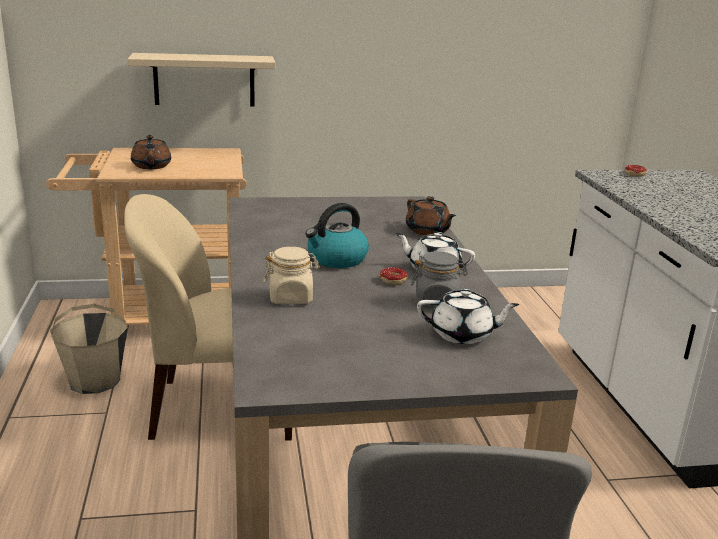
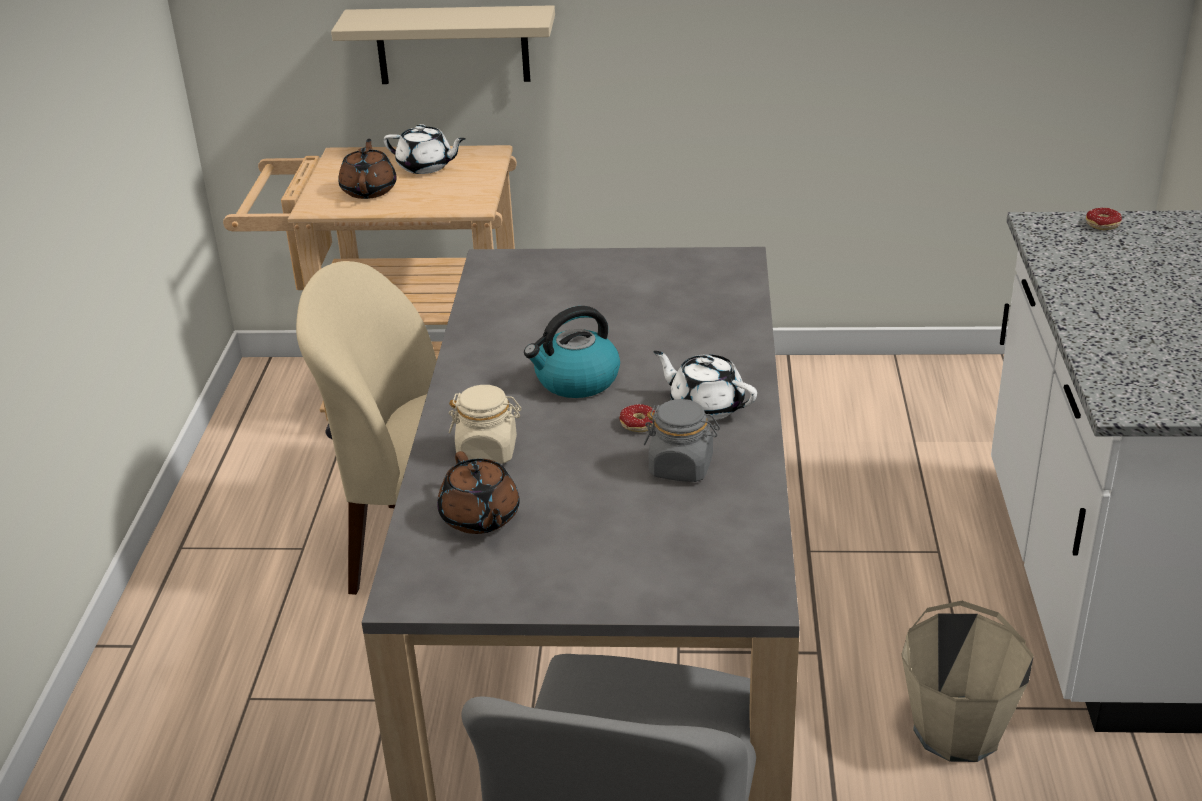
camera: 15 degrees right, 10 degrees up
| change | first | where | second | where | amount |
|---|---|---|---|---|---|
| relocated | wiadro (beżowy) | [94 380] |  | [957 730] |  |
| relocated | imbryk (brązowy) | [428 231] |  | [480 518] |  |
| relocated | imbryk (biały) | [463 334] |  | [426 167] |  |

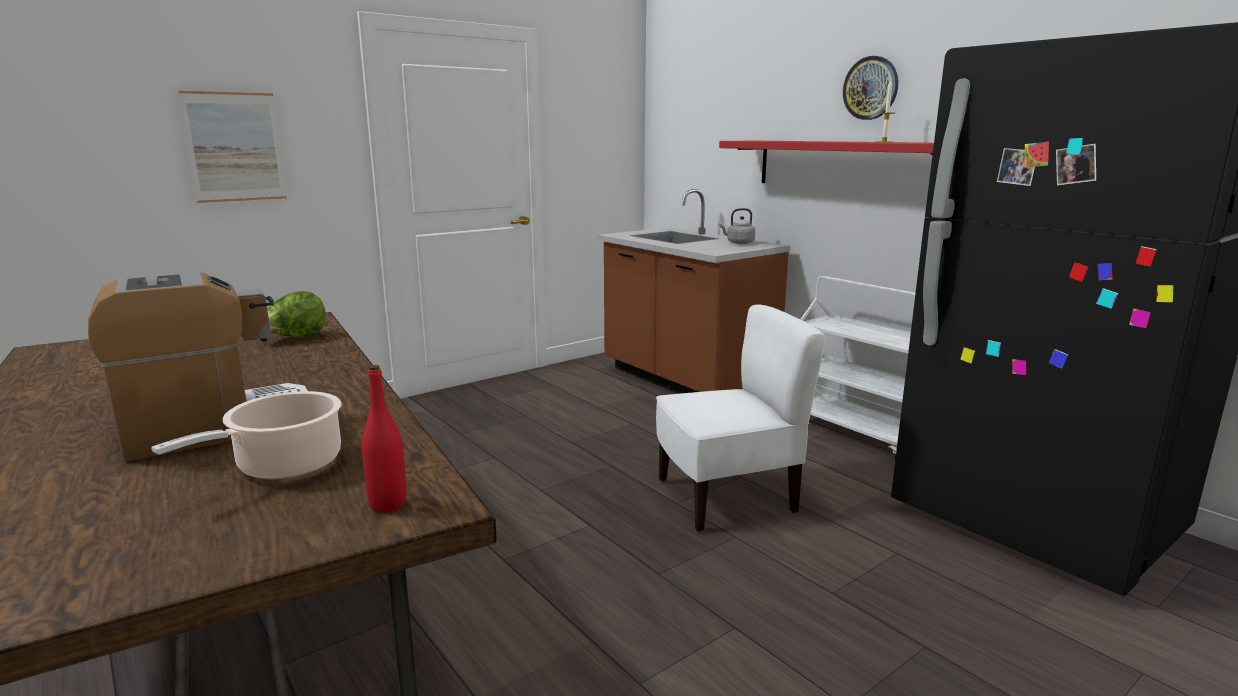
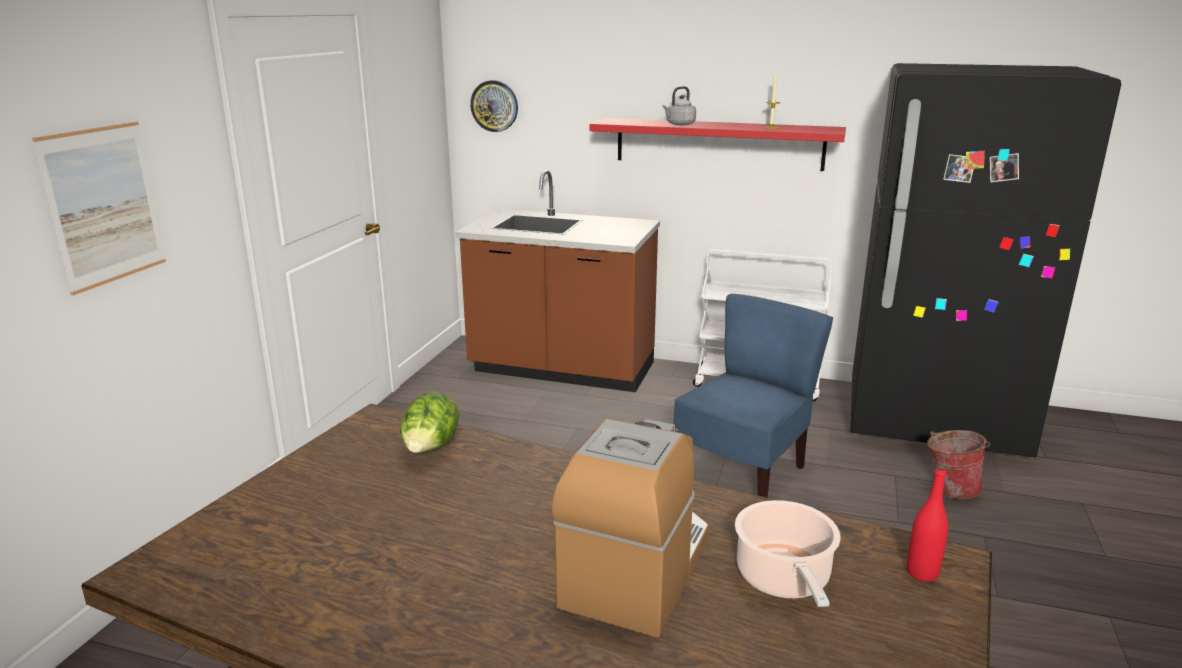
camera: 35 degrees left, 5 degrees up
| change | first | where | second | where | amount |
|---|---|---|---|---|---|
| colour | krzesło (biały) | [727 497] | krzesło (niebieski) | [742 473] |  |
| relocated | czajnik (szary) | [738 243] |  | [679 124] |  |
| relocated | zegar ścienny | [871 88] |  | [494 106] |  |
| appeared |  |  | wiadro | [949 490] |  |

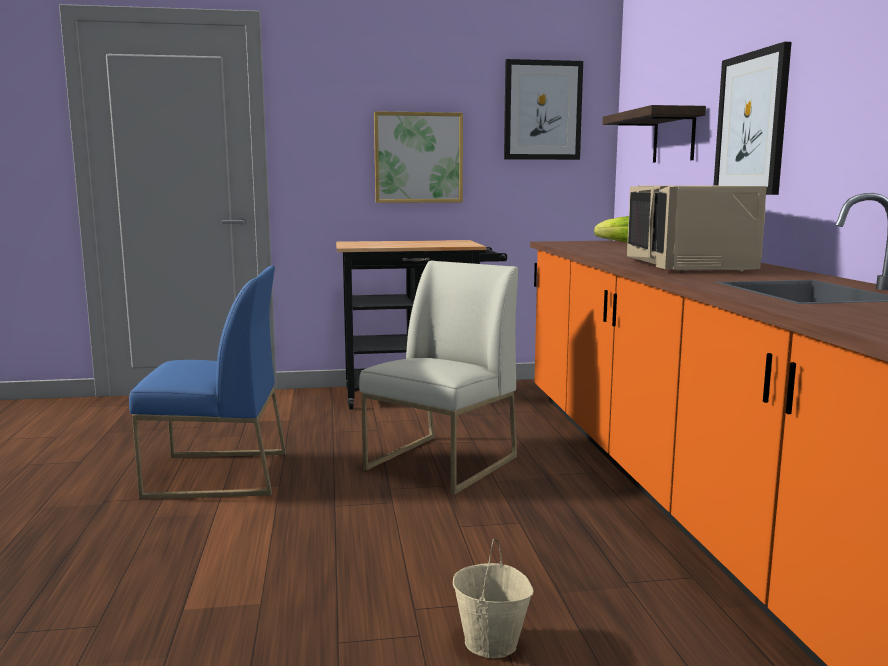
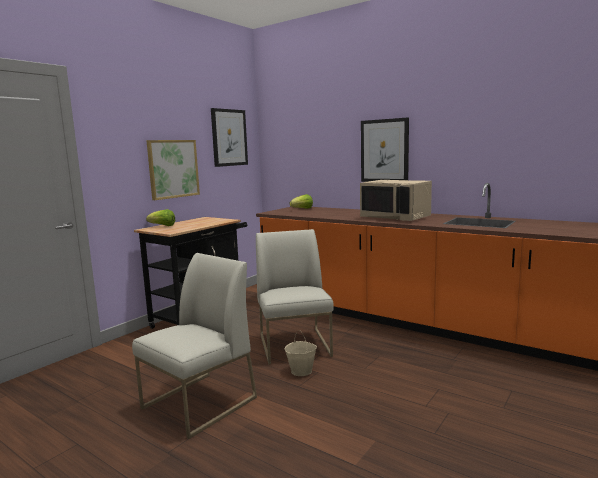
camera: 45 degrees left, 0 degrees up
| change | first | where | second | where | amount |
|---|---|---|---|---|---|
| colour | krzesło (niebieski) | [216 475] | krzesło (biały) | [199 403] |  |
| relocated | wiadro (beżowy) | [492 643] |  | [301 371] |  |
| missing | półka | [674 136] |  |  |  |
| appeared |  |  | sałata | [162 226] |  |

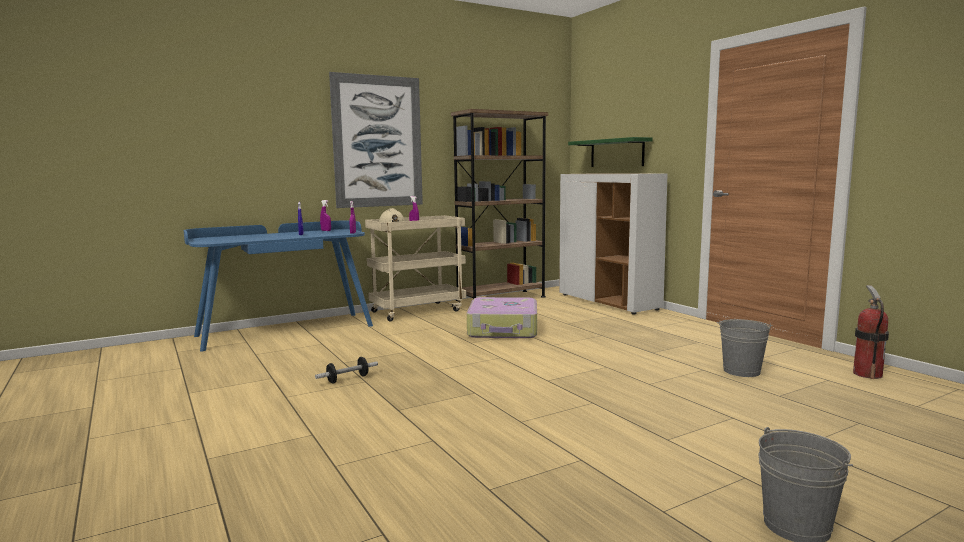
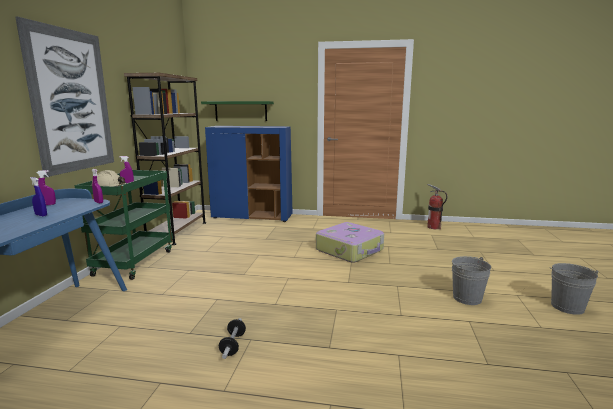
camera: 50 degrees left, 5 degrees up
| change | first | where | second | where | amount |
|---|---|---|---|---|---|
| colour | wózek (beżowy) | [418 311] | wózek (zielony) | [134 262] |  |
| relocated | walizka | [503 329] |  | [350 250] |  |
| colour | szafka (biały) | [608 302] | szafka (niebieski) | [252 217] |  |
| relocated | wiadro (szary) | [741 371] |  | [467 298] |  |

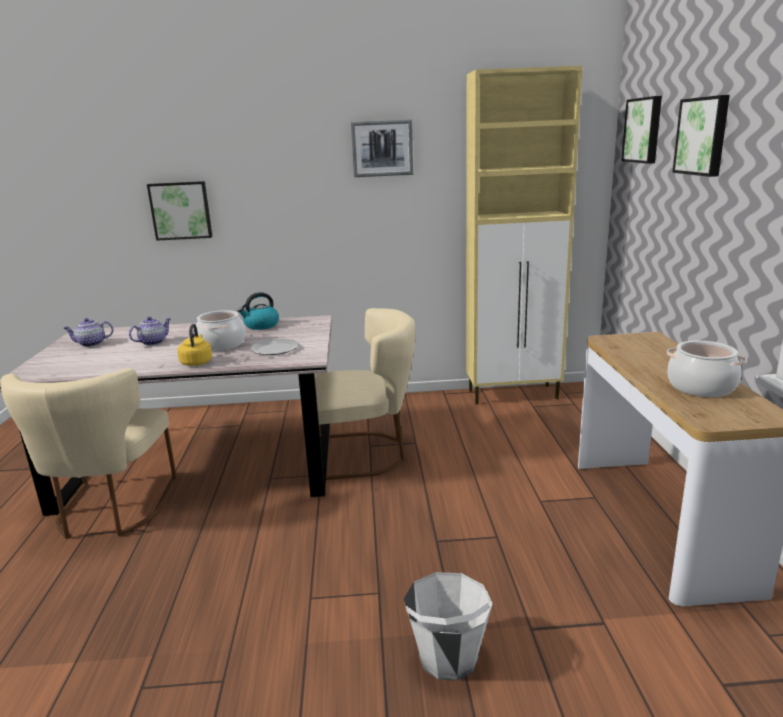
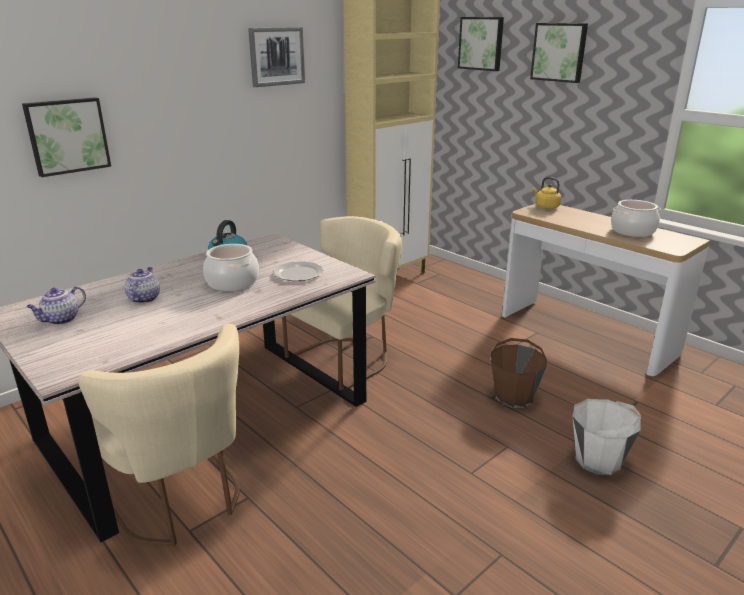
camera: 40 degrees left, 5 degrees up
| change | first | where | second | where | amount |
|---|---|---|---|---|---|
| relocated | czajnik (żółty) | [197 362] |  | [545 207] |  |
| appeared |  |  | wiadro (brązowy) | [514 396] |  |

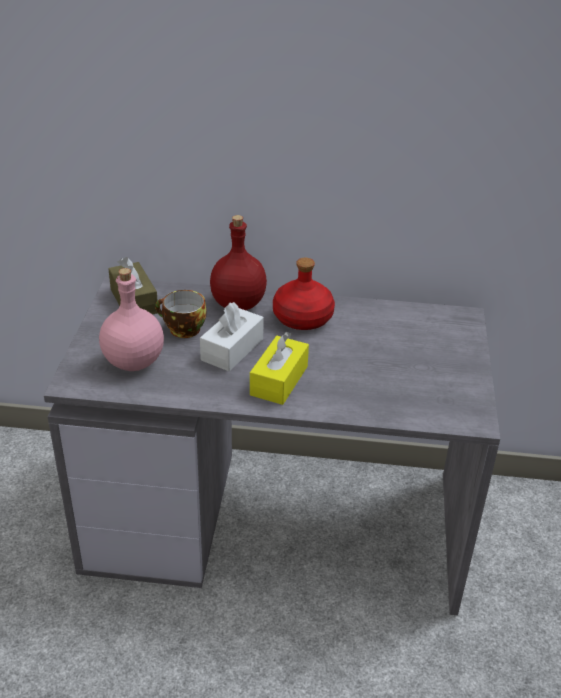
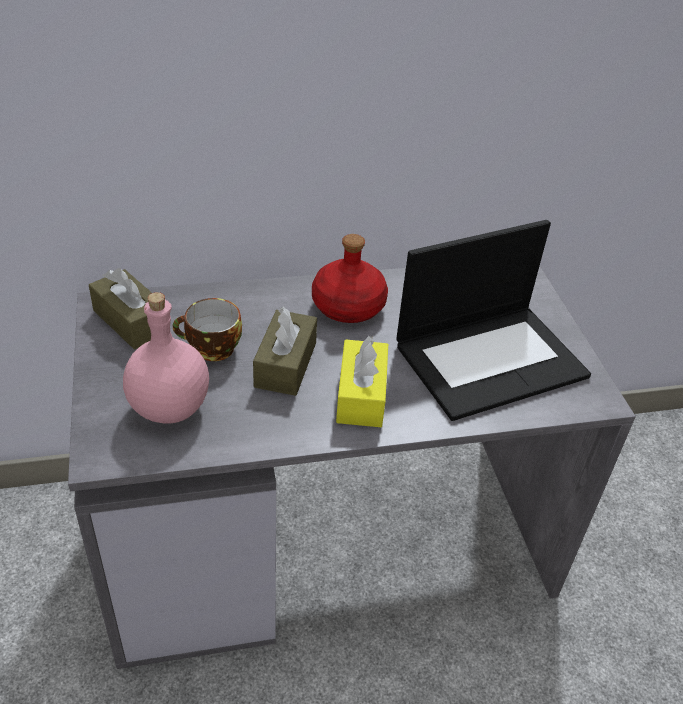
camera: 20 degrees left, 5 degrees up
| change | first | where | second | where | amount |
|---|---|---|---|---|---|
| colour | pudełko chusteczek (biały) | [232 349] | pudełko chusteczek (brązowy) | [285 364] |  |
| missing | butelka (czerwony) | [237 303] |  |  |  |
| appeared |  |  | laptop | [491 359] |  |

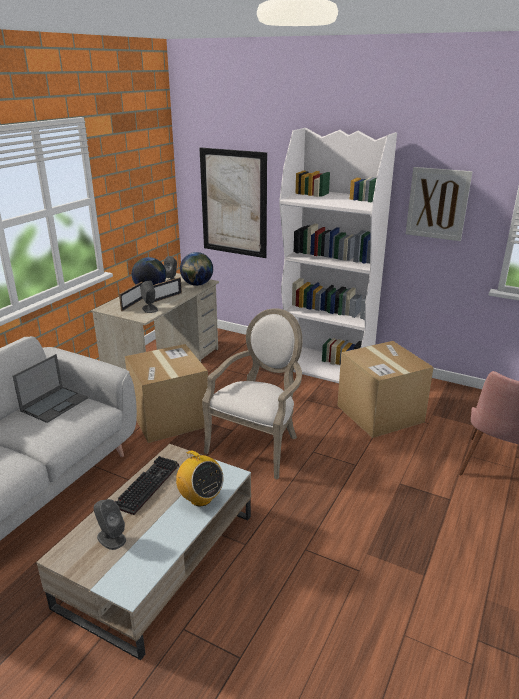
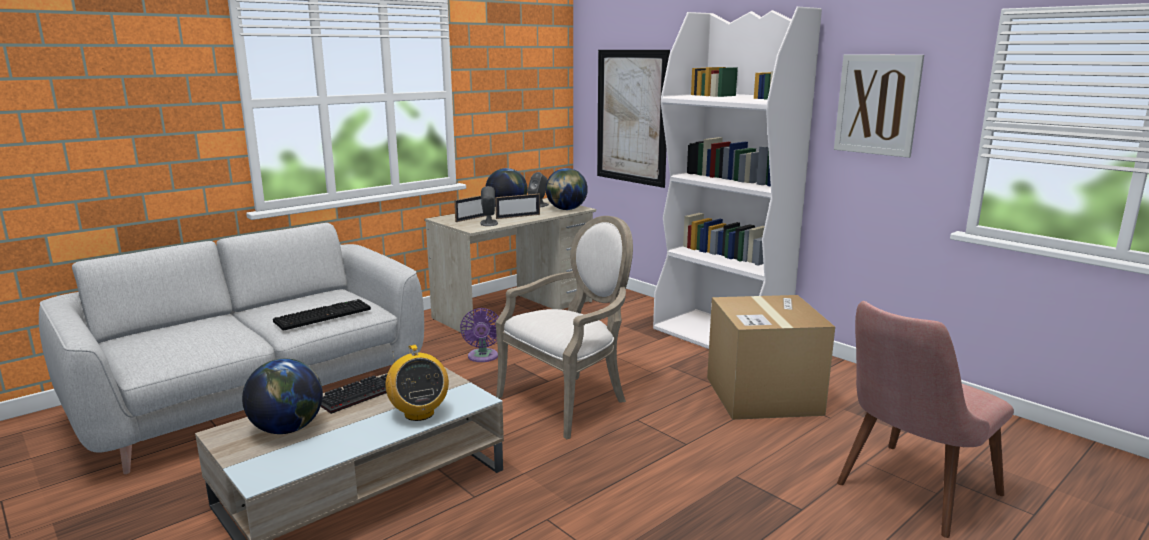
camera: 20 degrees right, 10 degrees down
| change | first | where | second | where | amount |
|---|---|---|---|---|---|
| missing | laptop | [55 404] |  |  |  |
| exchanged | głośnik (szary) | [111 538] | globus | [287 429] |  |
| exchanged | karton | [169 418] | wentylator (fioletowy) | [482 357] |  |
| appeared |  |  | klawiatura | [323 315] |  |

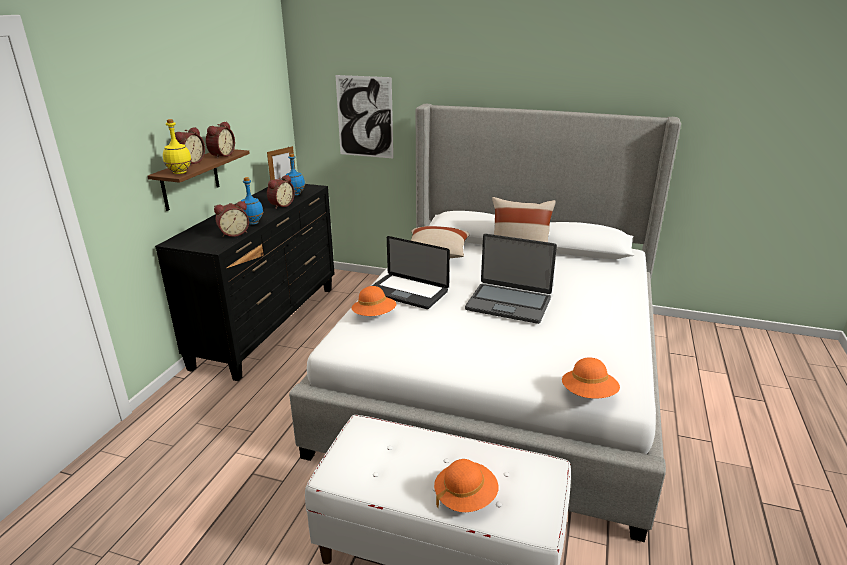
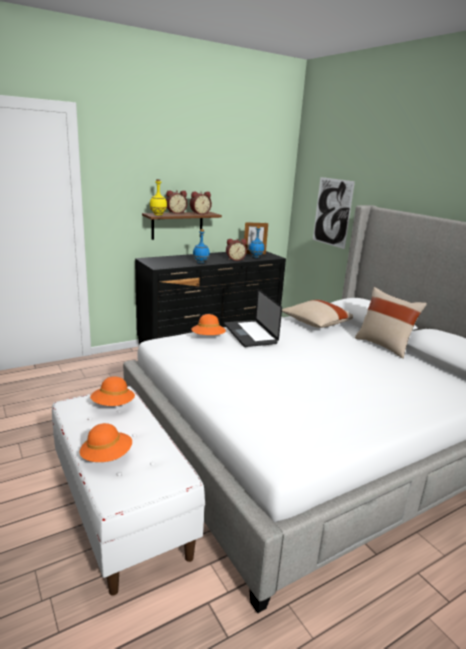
camera: 40 degrees right, 5 degrees down
| change | first | where | second | where | amount |
|---|---|---|---|---|---|
| missing | budzik | [234 233] |  |  |  |
| missing | laptop | [508 303] |  |  |  |
| relocated | kapelusz (pomarańczowy) | [588 394] |  | [113 405] |  |

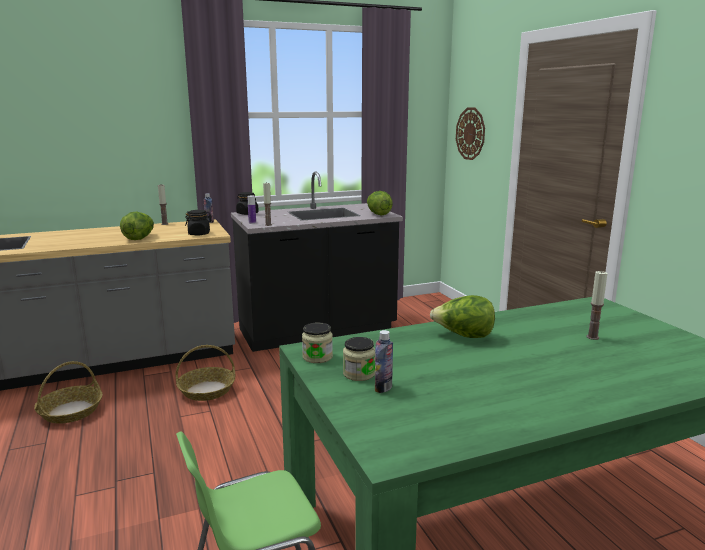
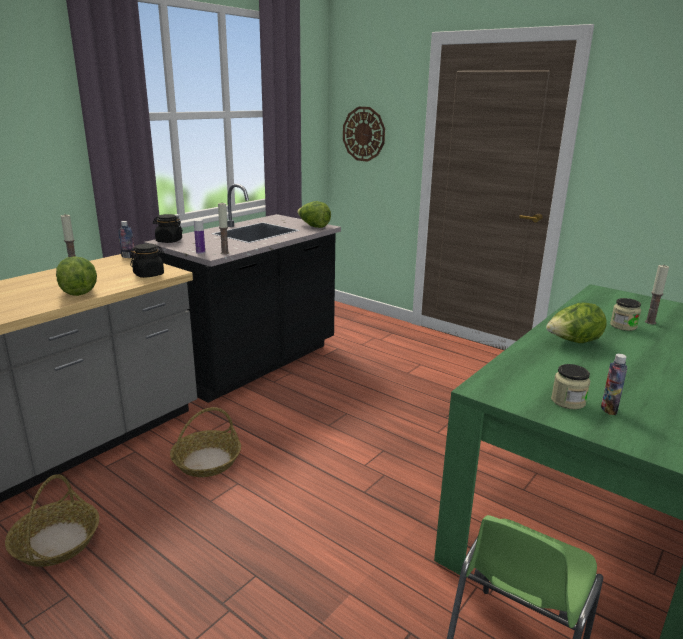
camera: 30 degrees left, 5 degrees up
| change | first | where | second | where | amount |
|---|---|---|---|---|---|
| relocated | słoik | [317 357] |  | [623 326] |  |

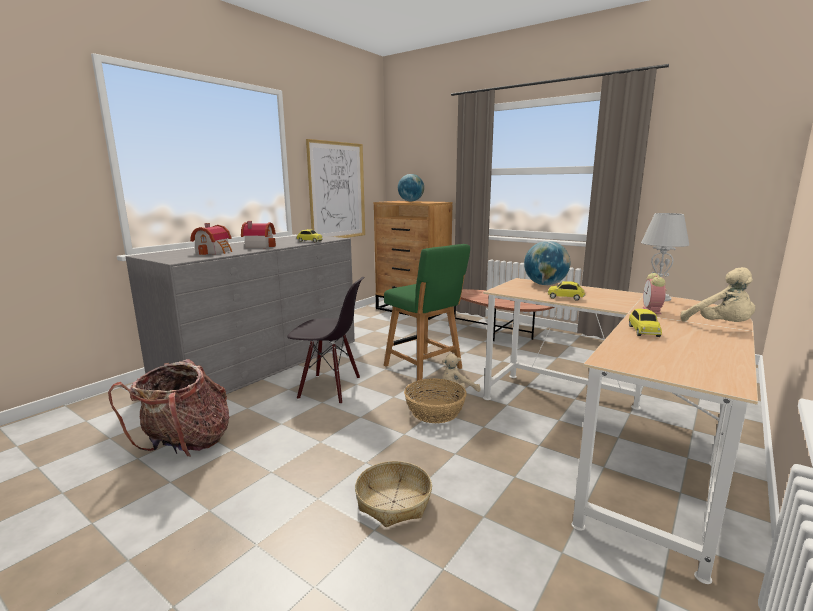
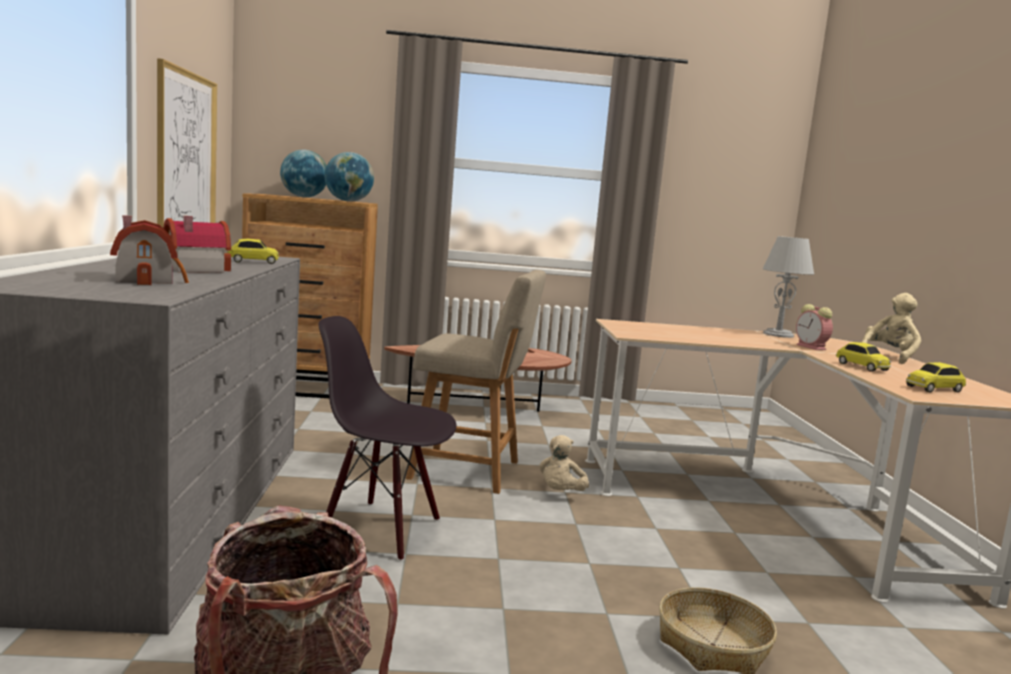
camera: 40 degrees left, 5 degrees down
| change | first | where | second | where | amount |
|---|---|---|---|---|---|
| spun | krzesło (czarny) | [329 388] |  | [381 530] | 135 degrees counterclockwise |
| colour | krzesło (zielony) | [425 368] | krzesło (beżowy) | [470 471] |  |
| missing | koszyk | [435 411] |  |  |  |
| relocated | globus | [545 284] |  | [348 201] |  |
| relocated | samochodzik | [565 297] |  | [934 389] |  |
| spun | pluszak (beżowy) | [720 326] |  | [889 357] | 75 degrees counterclockwise |

